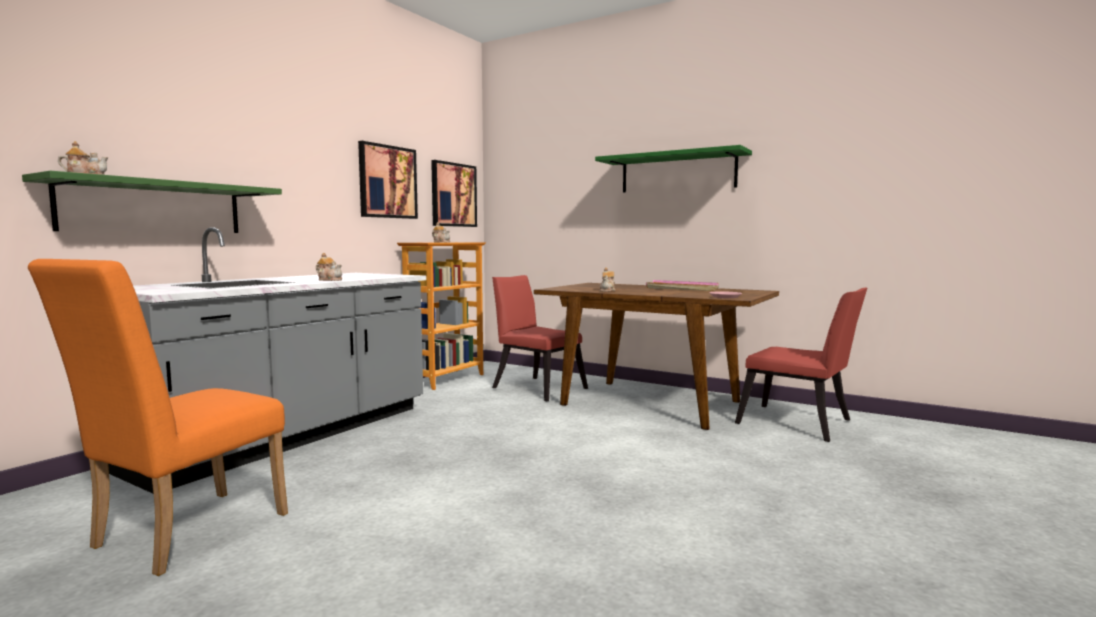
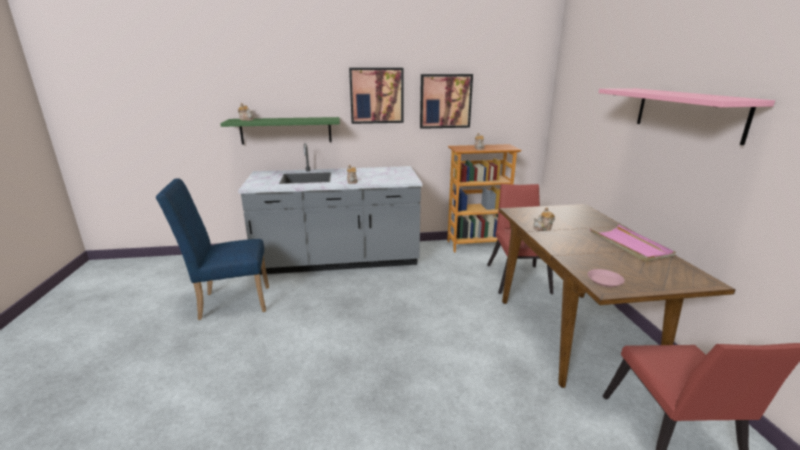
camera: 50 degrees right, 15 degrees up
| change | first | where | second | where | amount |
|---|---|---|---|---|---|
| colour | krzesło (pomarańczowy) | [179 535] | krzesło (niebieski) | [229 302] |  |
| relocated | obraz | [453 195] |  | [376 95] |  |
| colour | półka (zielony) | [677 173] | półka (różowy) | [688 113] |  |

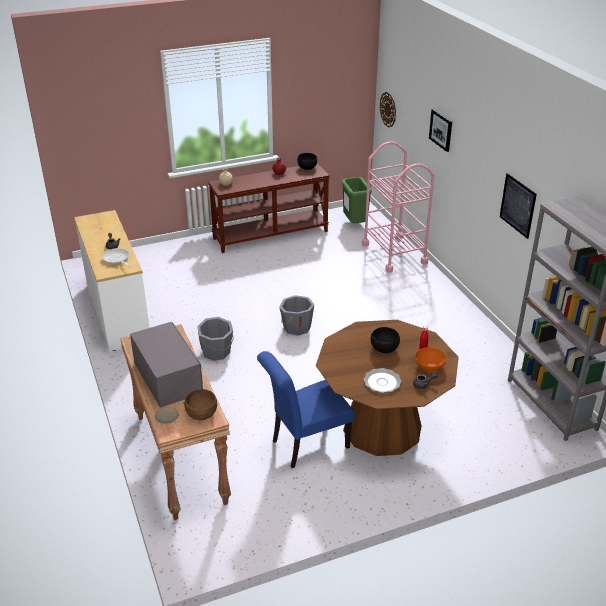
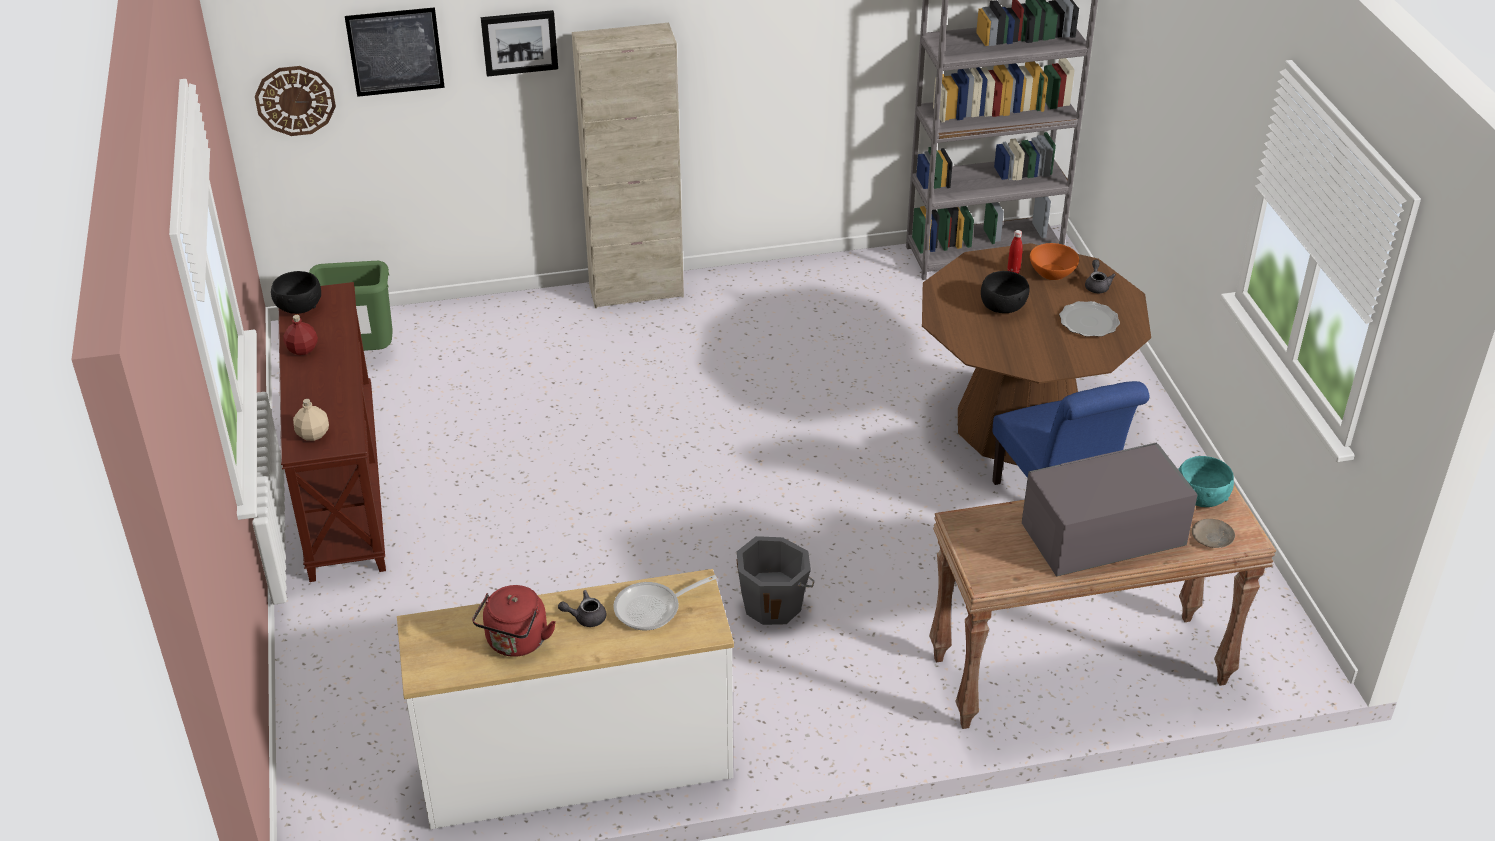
camera: 80 degrees left, 5 degrees up
| change | first | where | second | where | amount |
|---|---|---|---|---|---|
| colour | miska (brązowy) | [201 413] | miska (turkusowy) | [1200 497] |  |
| missing | wiadro (szary) | [296 327] |  |  |  |
| missing | wózek (różowy) | [394 253] |  |  |  |
| relocated | obraz | [517 205] |  | [395 51] |  |
| appeared |  |  | czajnik (czerwony) | [516 643] |  |
| appeared |  |  | szafka (beżowy) | [636 291] |  |

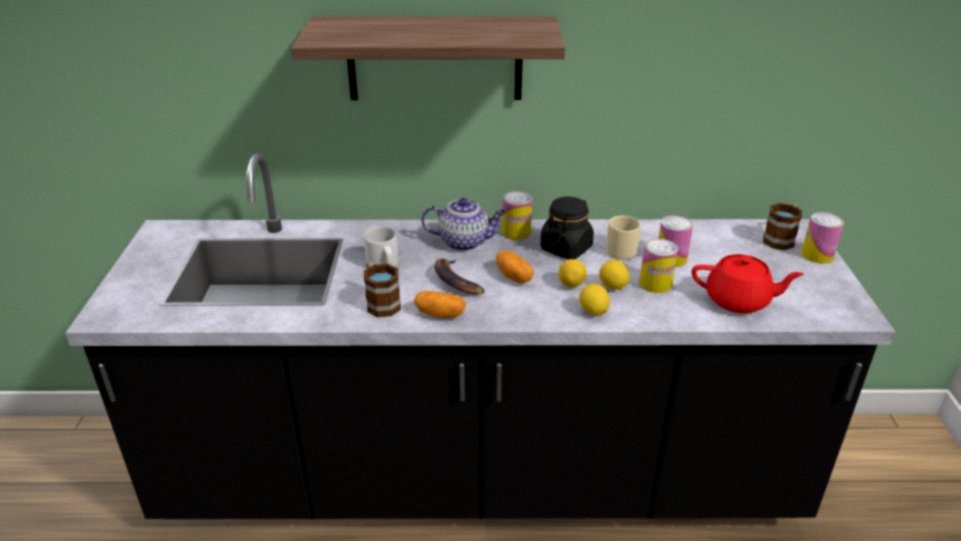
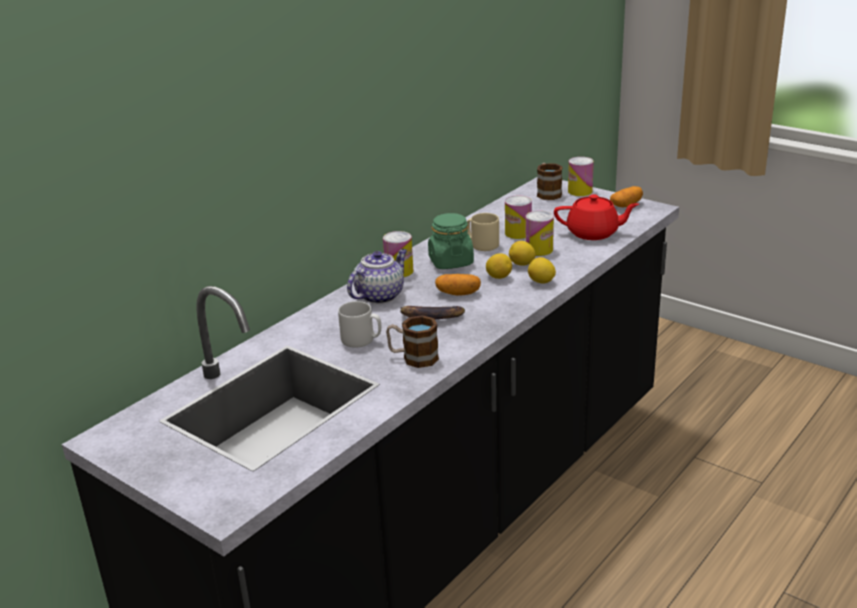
camera: 50 degrees left, 5 degrees down
| change | first | where | second | where | amount |
|---|---|---|---|---|---|
| missing | półka | [434 58] |  |  |  |
| relocated | ziemniak | [440 314] |  | [626 205] |  |
| colour | słoik (czarny) | [566 248] | słoik (zielony) | [450 262] |  |
| spun | imbryk (czerwony) | [738 300] |  | [593 233] | 45 degrees clockwise |

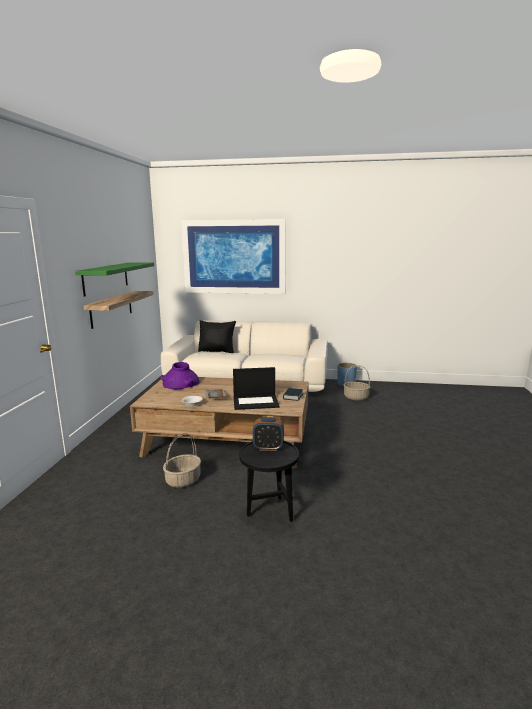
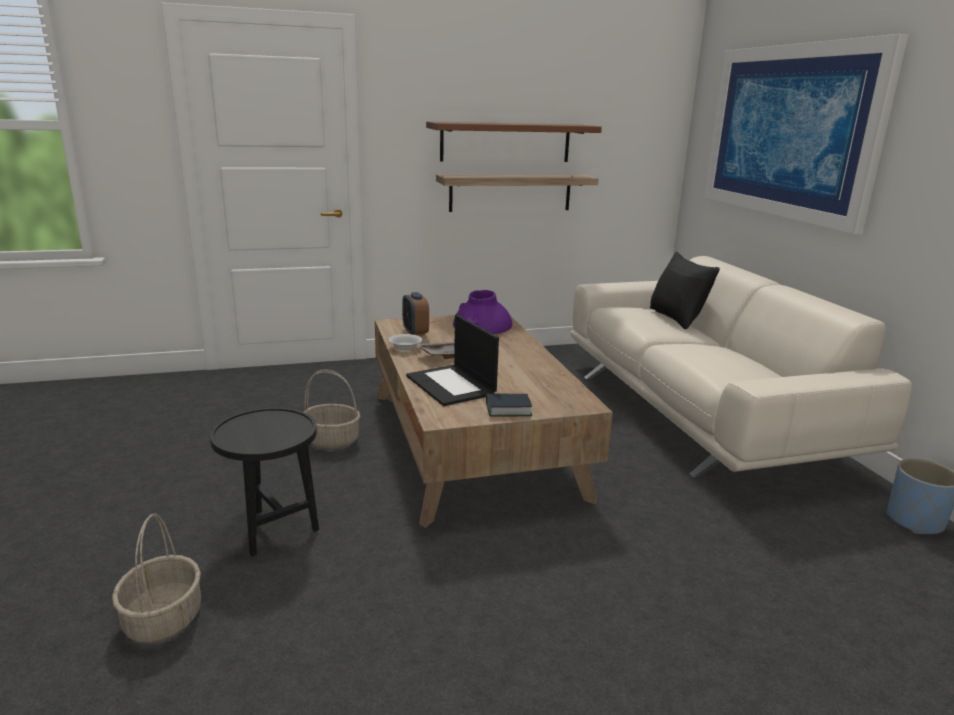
camera: 65 degrees right, 5 degrees up
| change | first | where | second | where | amount |
|---|---|---|---|---|---|
| colour | półka (zielony) | [106 278] | półka (brązowy) | [505 142] |  |
| relocated | budzik | [268 448] |  | [415 332] |  |
| relocated | koszyk | [356 397] |  | [164 620] |  |

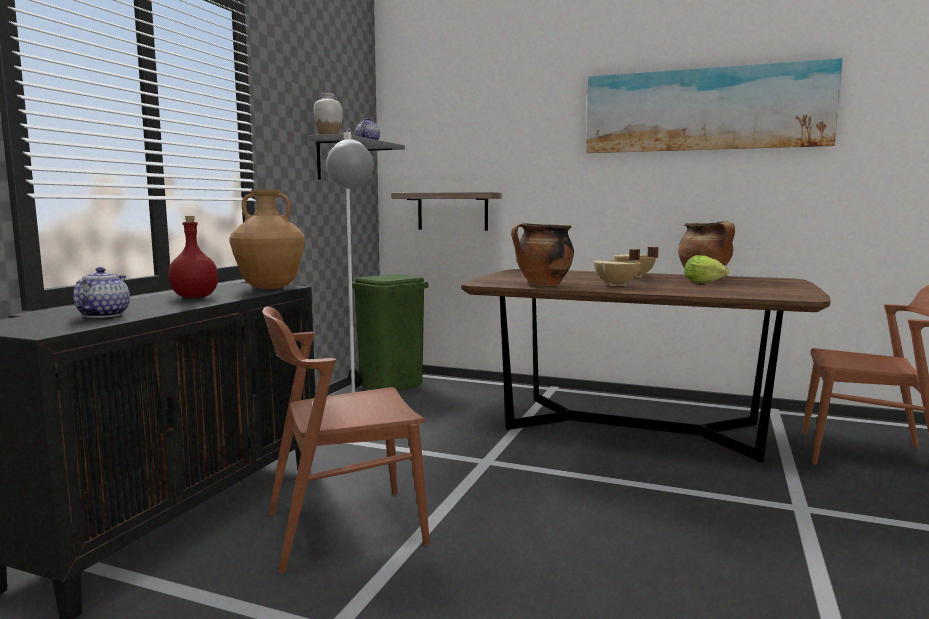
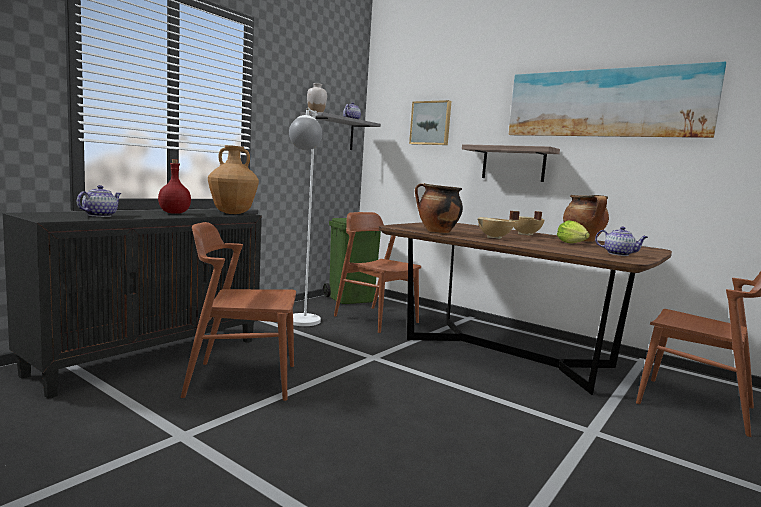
camera: 15 degrees right, 0 degrees up
| change | first | where | second | where | amount |
|---|---|---|---|---|---|
| relocated | półka | [452 211] |  | [513 164] |  |
| appeared |  |  | krzesło (brązowy) | [375 319] |  |
| appeared |  |  | obraz | [431 123] |  |
| appeared |  |  | imbryk | [619 254] |  |

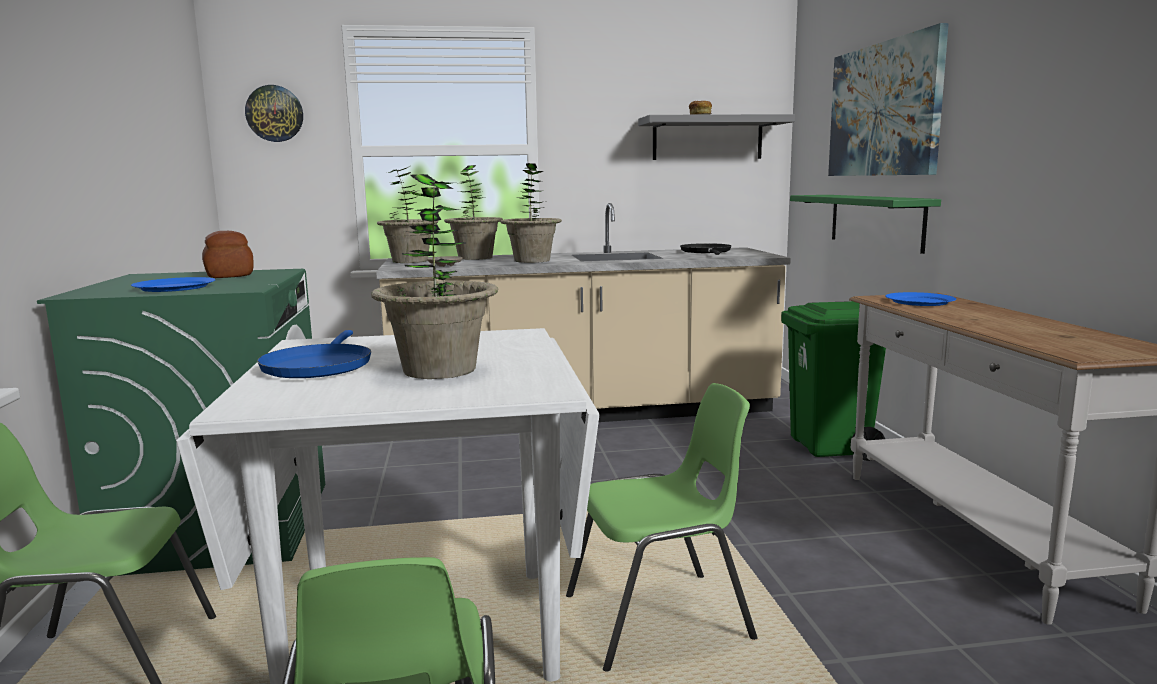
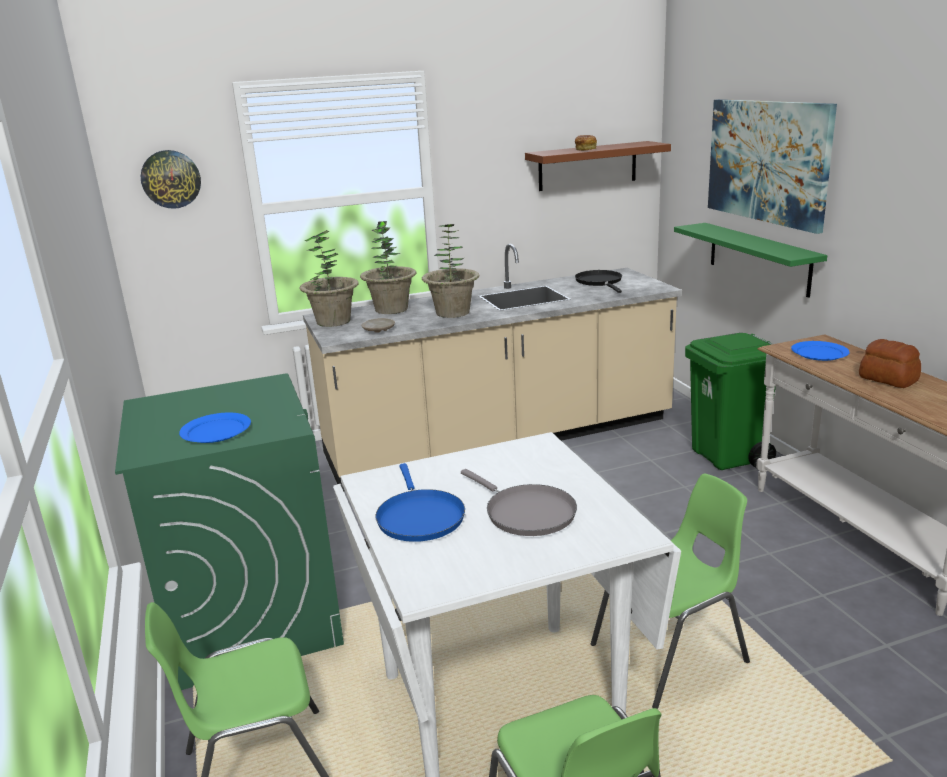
camera: 10 degrees left, 10 degrees up
| change | first | where | second | where | amount |
|---|---|---|---|---|---|
| relocated | chleb | [229 275] |  | [888 379] |  |
| exchanged | roślina doniczkowa | [439 370] | patelnia (szary) | [526 513] |  |
| colour | półka (szary) | [707 138] | półka (brązowy) | [587 166] |  |

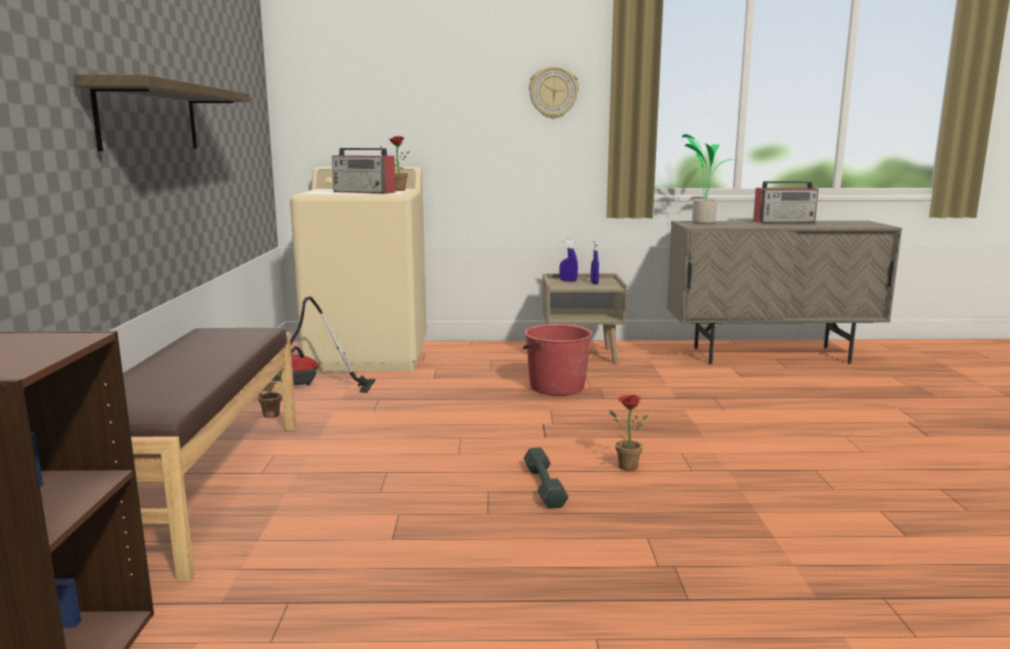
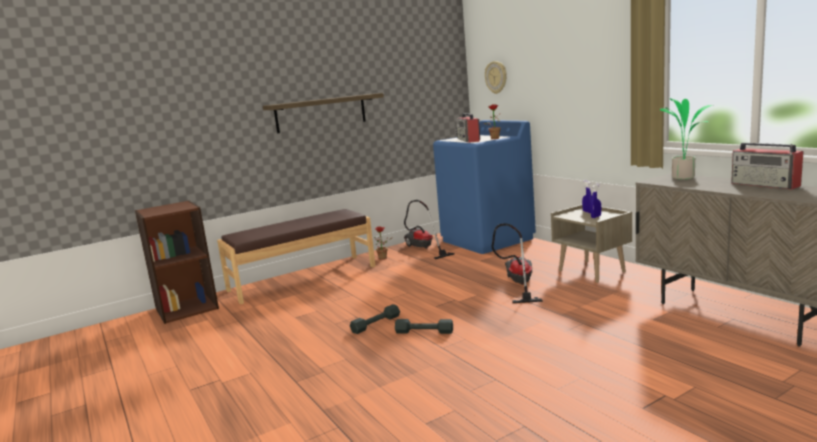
camera: 60 degrees right, 0 degrees up
| change | first | where | second | where | amount |
|---|---|---|---|---|---|
| colour | pralka (beżowy) | [369 355] | pralka (niebieski) | [487 240] |  |
| exchanged | wiadro (czerwony) | [556 387] | odkurzacz | [518 284] |  |
| relocated | zegar ścienny | [553 92] |  | [496 77] |  |
| exchanged | roślina doniczkowa | [624 466] | hantel (szary) | [424 332] |  |

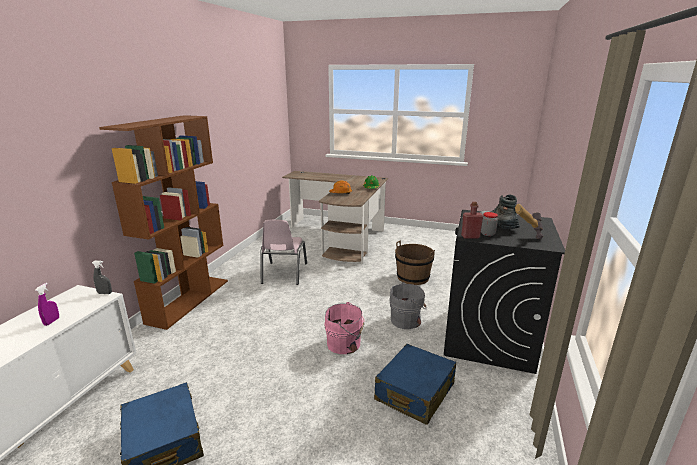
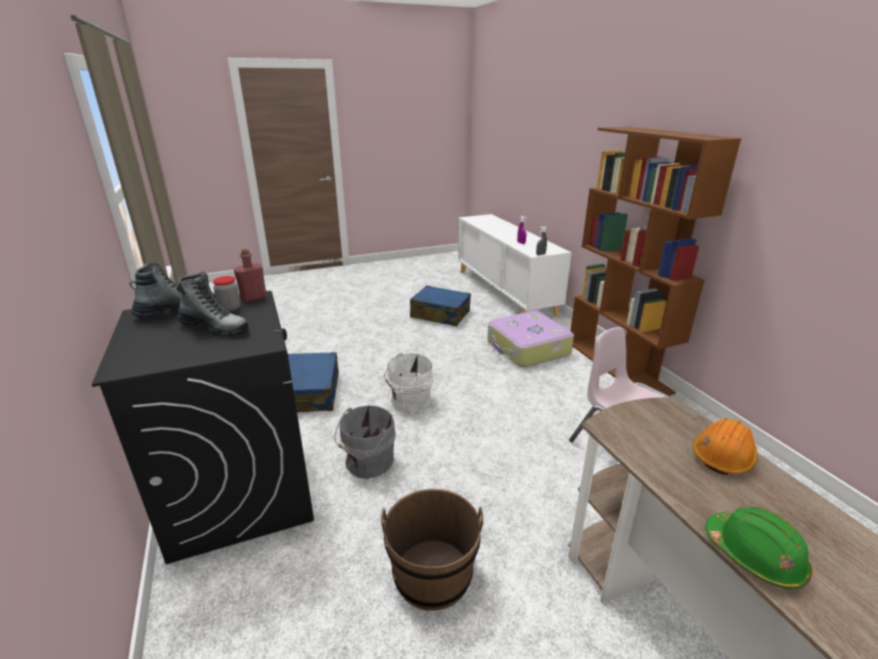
camera: 140 degrees right, 5 degrees up
| change | first | where | second | where | amount |
|---|---|---|---|---|---|
| colour | wiadro (różowy) | [345 344] | wiadro (biały) | [408 401] |  |
| exchanged | młotek | [523 241] | but z cholewką | [177 311] |  |
| appeared |  |  | walizka | [527 349] |  |

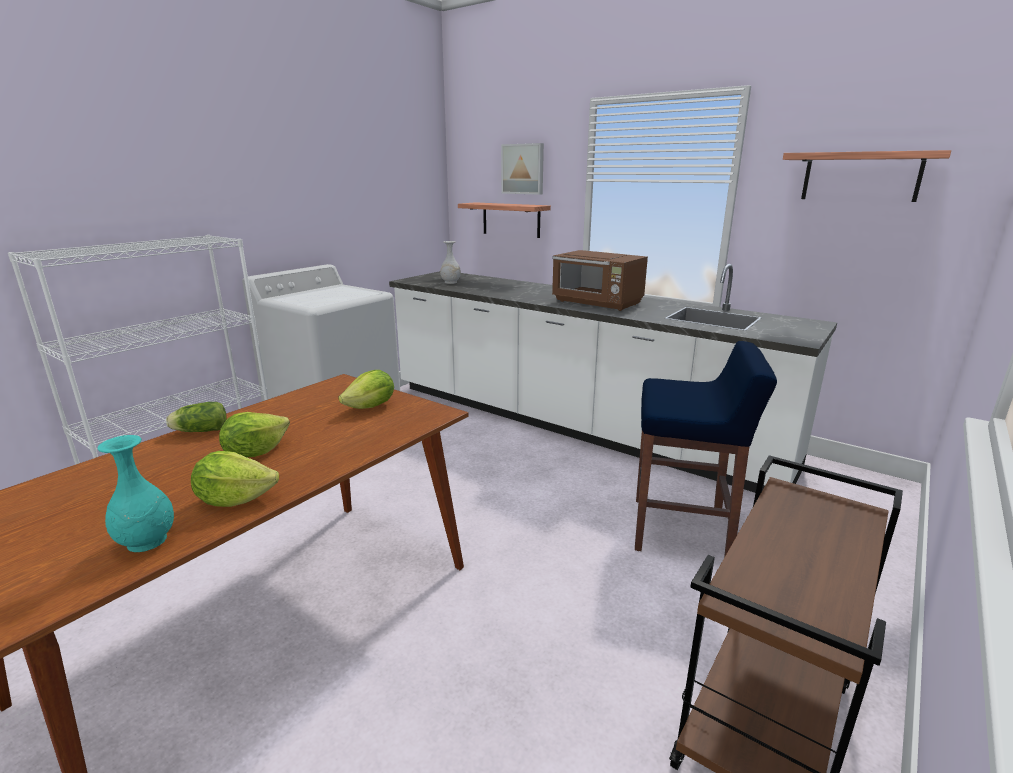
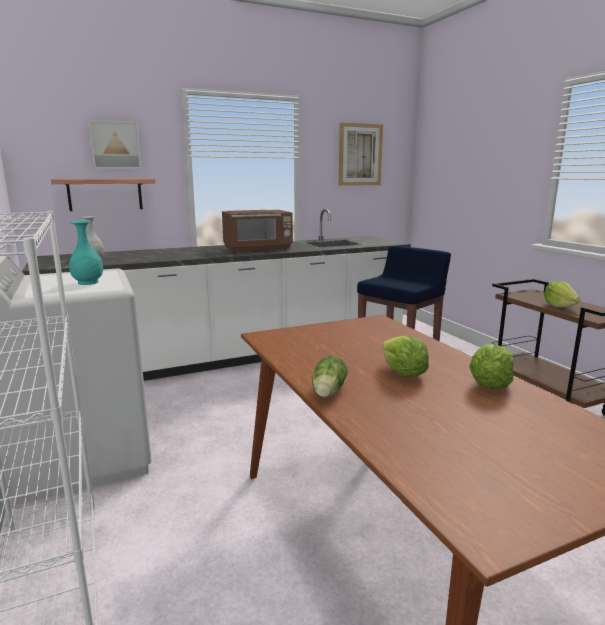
camera: 60 degrees left, 5 degrees down
| change | first | where | second | where | amount |
|---|---|---|---|---|---|
| relocated | wazon (turkusowy) | [146 542] |  | [88 283] |  |
| relocated | sałata | [371 407] |  | [559 306] |  |
| exchanged | półka | [861 176] | obraz | [360 155] |  |

